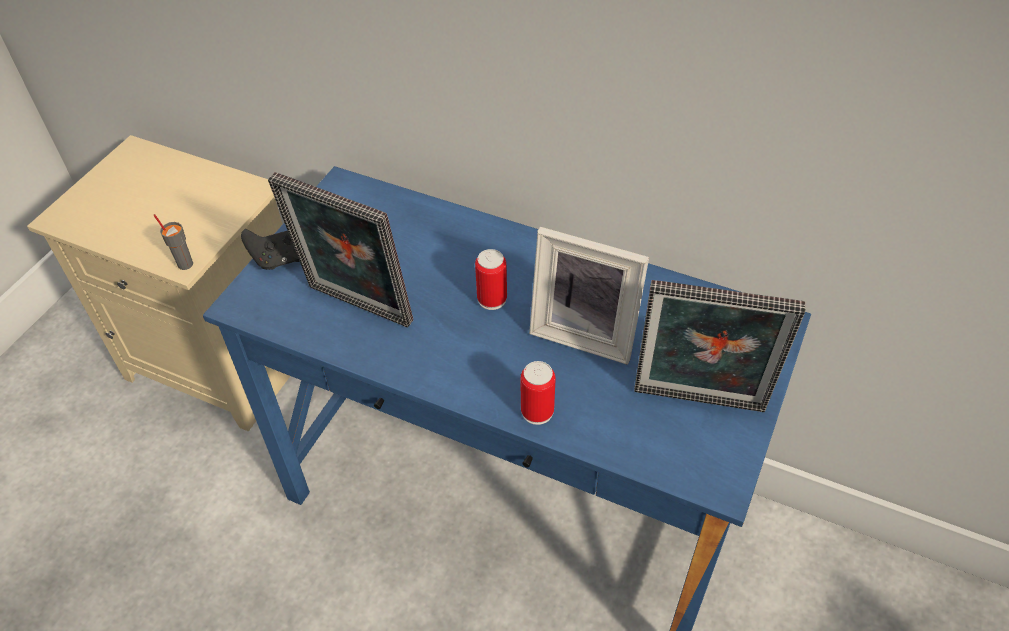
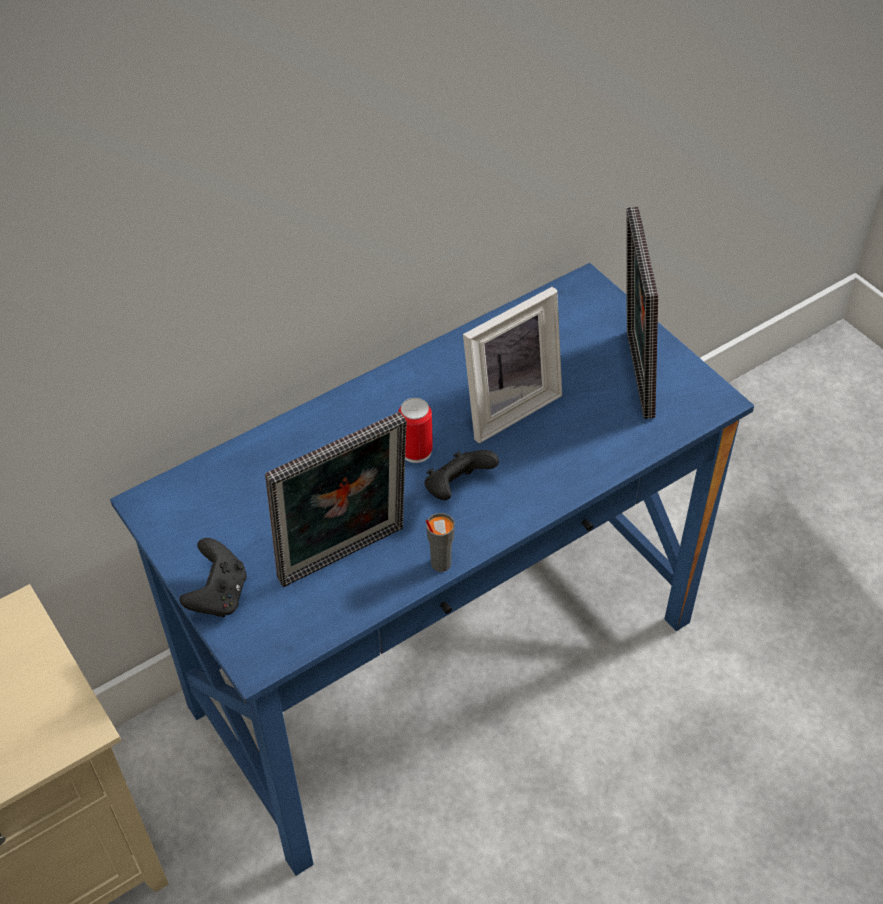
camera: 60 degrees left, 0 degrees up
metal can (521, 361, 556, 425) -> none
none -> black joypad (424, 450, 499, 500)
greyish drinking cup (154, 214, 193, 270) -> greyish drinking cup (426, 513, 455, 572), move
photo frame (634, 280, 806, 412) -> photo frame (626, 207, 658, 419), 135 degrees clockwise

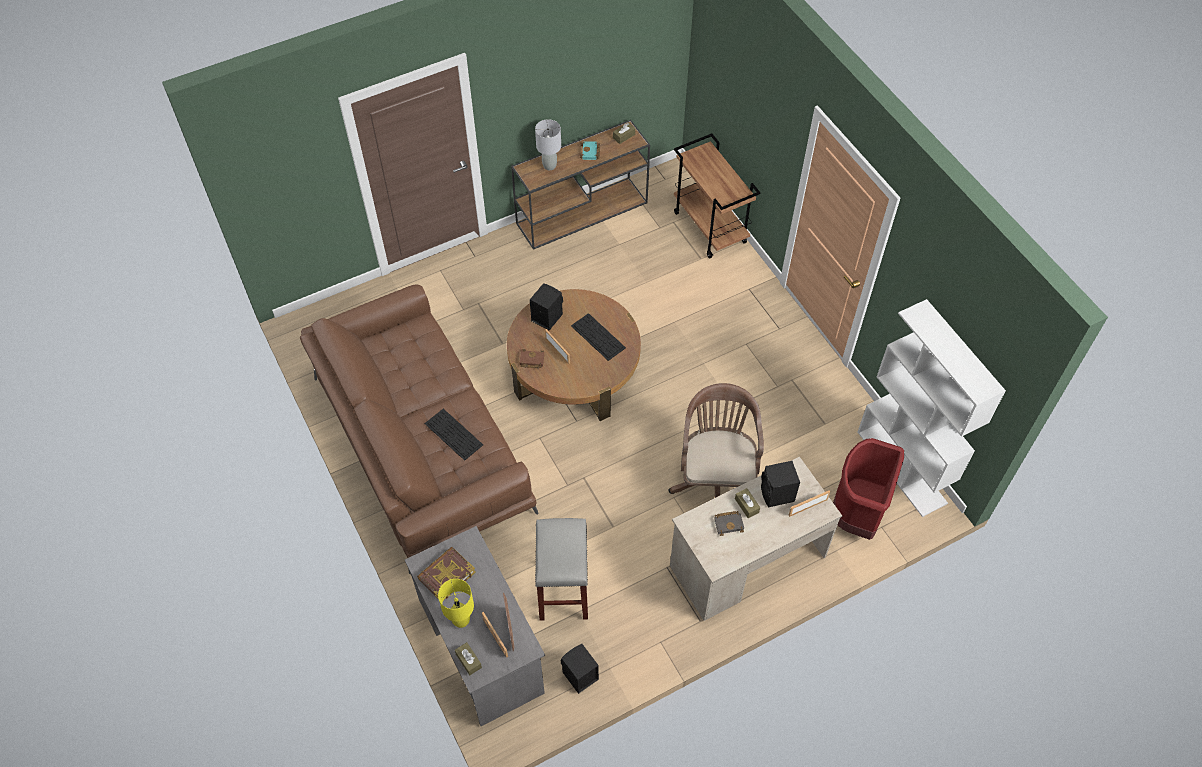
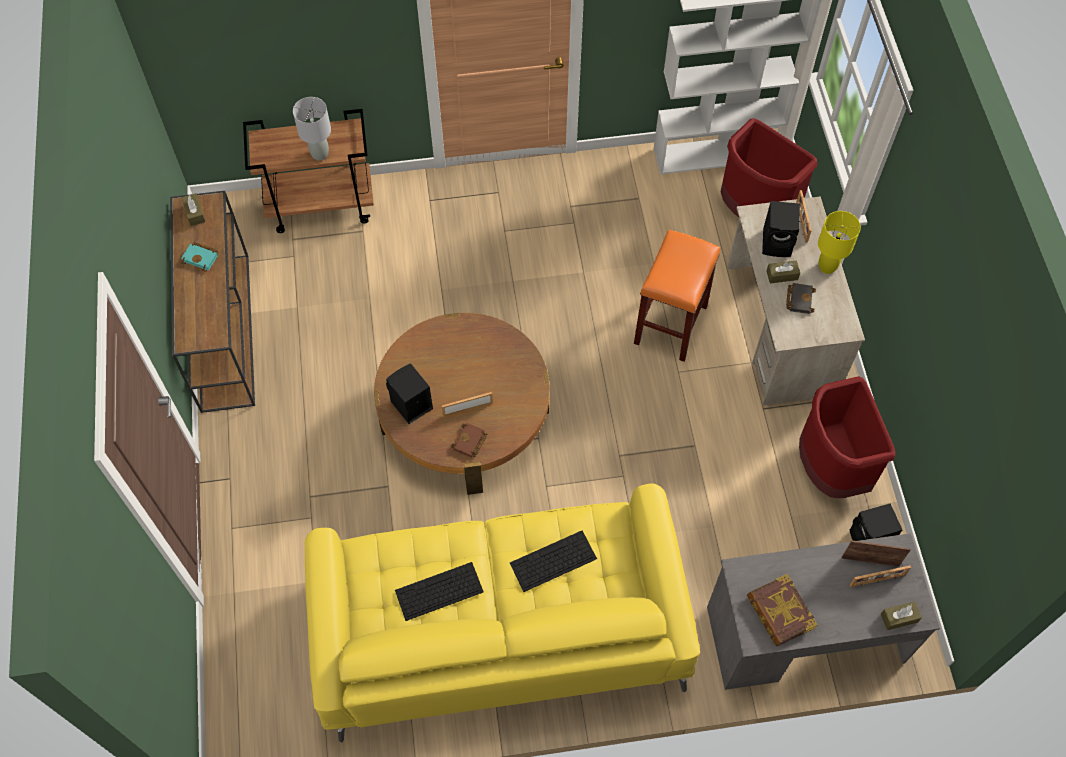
camera: 70 degrees left, 5 degrees up
greyish stool (535, 518, 588, 621) -> none
none -> reddish waste bin (799, 376, 896, 498)
yellowish lamp for a table (438, 579, 474, 628) -> yellowish lamp for a table (818, 211, 861, 274), move
greyish lamp for a table (535, 119, 561, 170) -> greyish lamp for a table (293, 97, 331, 161), move
keyboard (571, 313, 626, 361) -> keyboard (395, 562, 484, 621), move
brown-coloured desk chair (669, 383, 764, 498) -> orange stool (634, 229, 720, 362)
brown-coloured settee (300, 285, 538, 574) -> yellowish settee (305, 483, 700, 742)

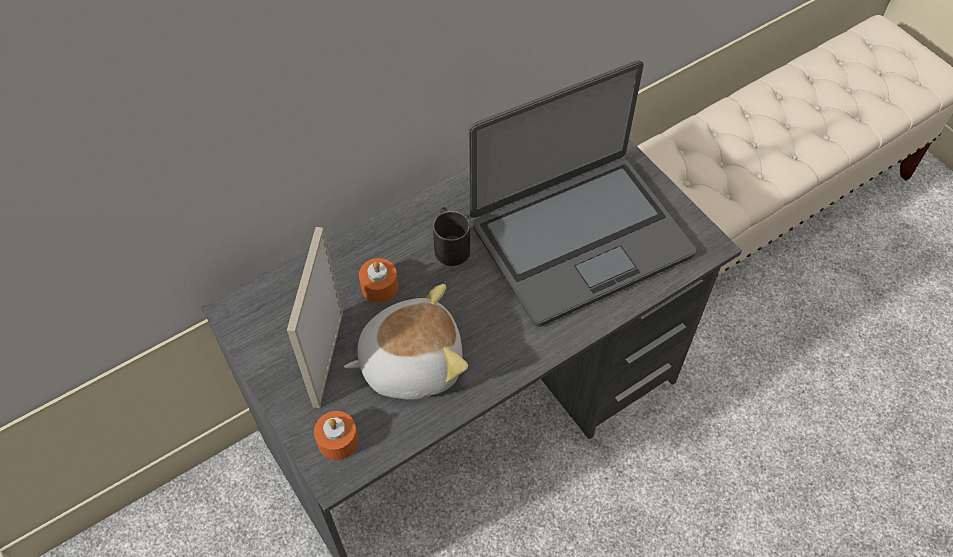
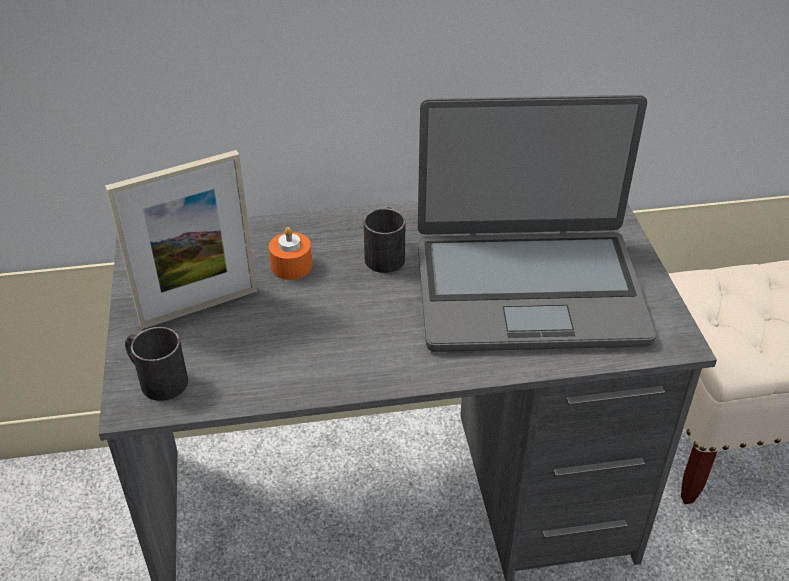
camera: 25 degrees right, 15 degrees down
soft toy (344, 284, 468, 400) -> none
orange wax candle (314, 411, 359, 460) -> black mug (125, 327, 188, 401)
photo frame (287, 227, 343, 408) -> photo frame (105, 150, 257, 329), 150 degrees counterclockwise

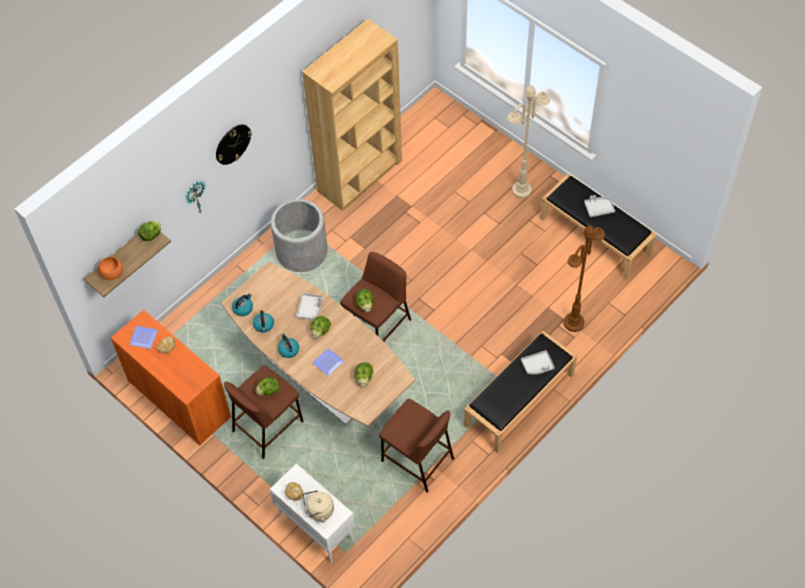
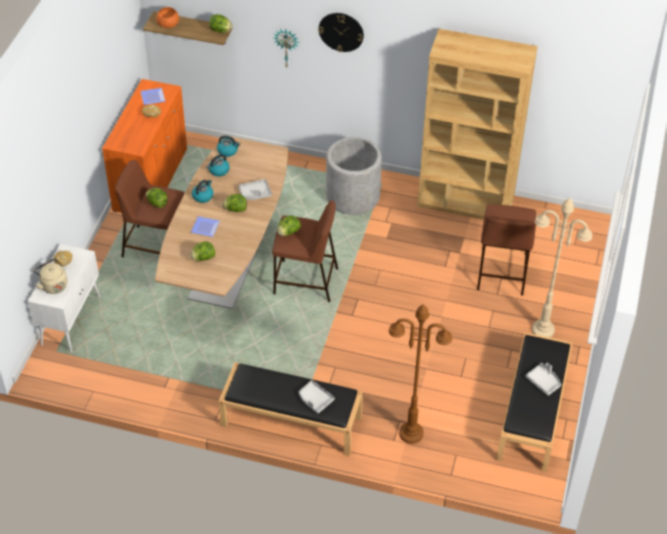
camera: 60 degrees right, 10 degrees down
brown-coloured stool (379, 399, 454, 493) -> brown-coloured stool (477, 204, 536, 296), move

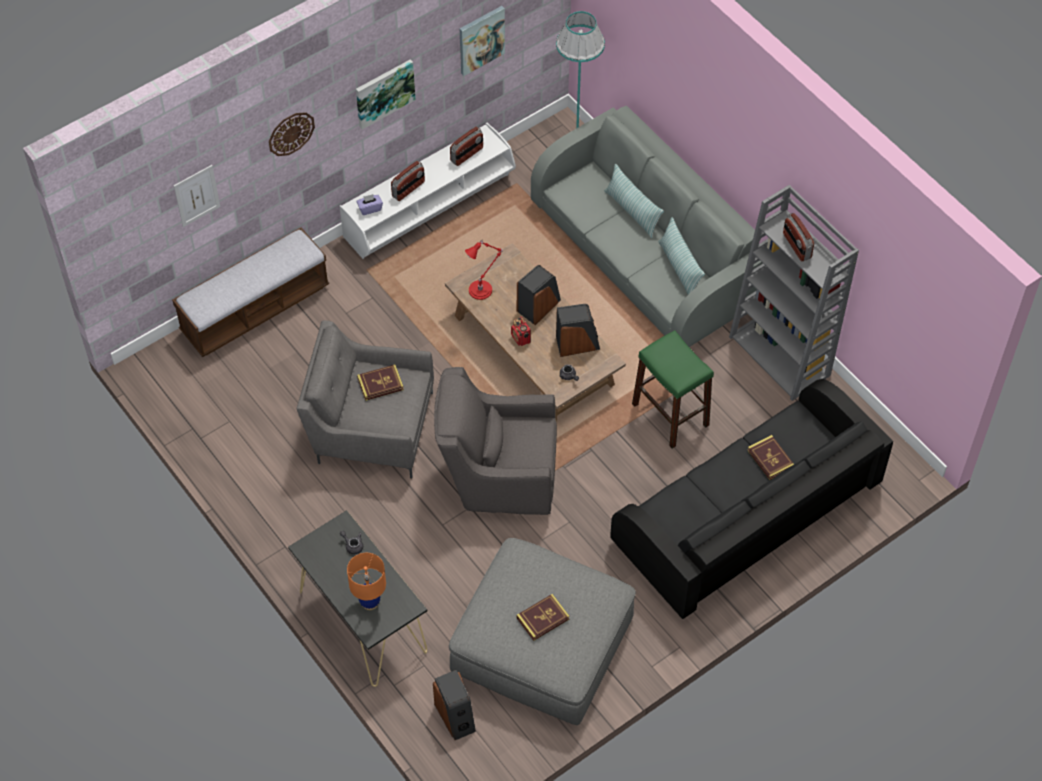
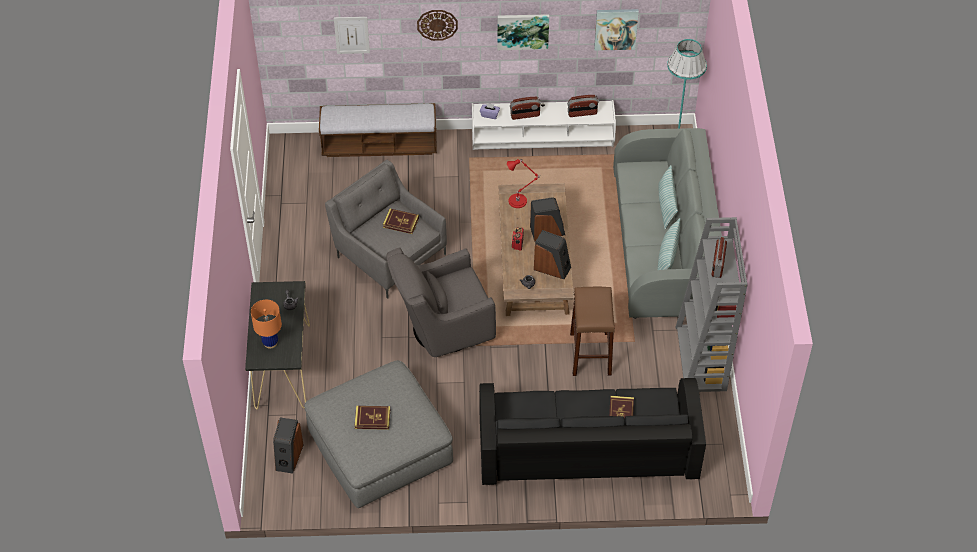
camera: 35 degrees right, 5 degrees down
green-coloured stool (632, 330, 714, 449) -> brown-coloured stool (570, 287, 615, 376)
greyish armchair (434, 367, 557, 515) -> greyish armchair (386, 247, 496, 357), 60 degrees counterclockwise

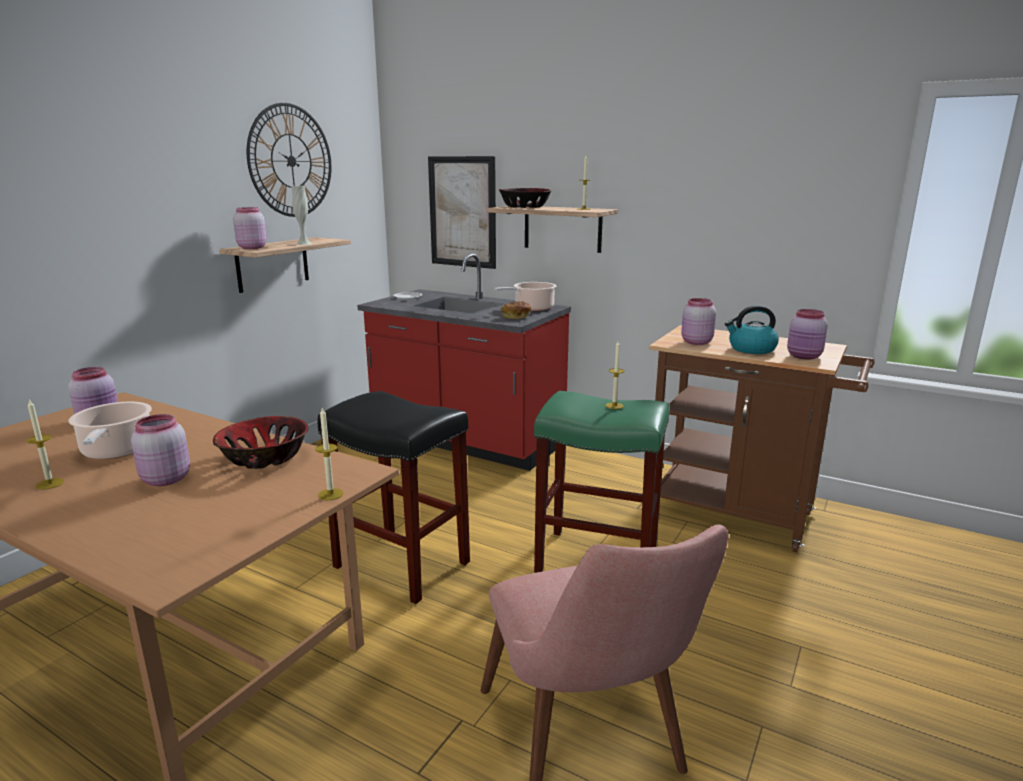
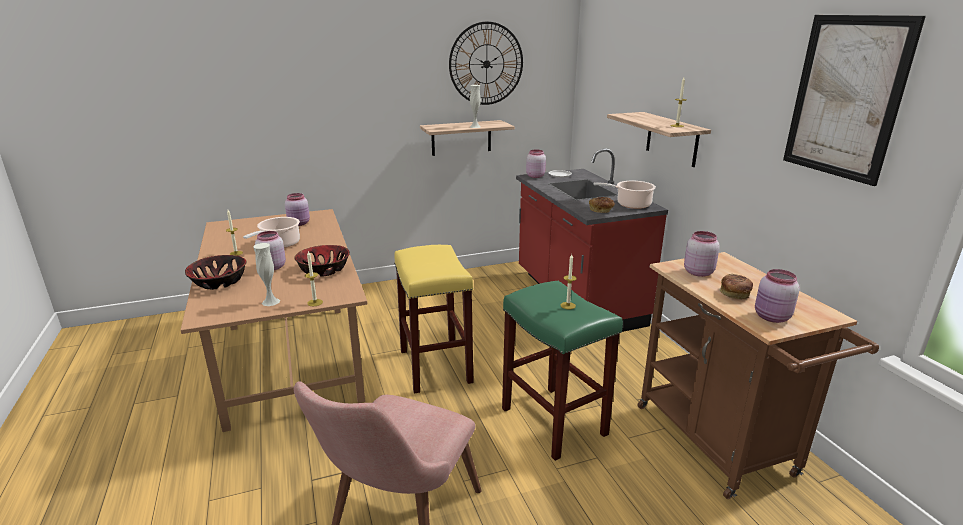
camera: 40 degrees right, 5 degrees up
none -> whitish decorative vase (253, 243, 280, 306)
pinkish jar (233, 207, 267, 249) -> pinkish jar (526, 150, 546, 178), move
wall art (428, 156, 496, 269) -> wall art (783, 15, 926, 186), move
serving bowl (499, 188, 552, 208) -> serving bowl (185, 255, 246, 290), move
tea kettle (725, 305, 779, 354) -> bakery bread (719, 274, 753, 299)
black stool (317, 391, 470, 604) -> yellowish stool (394, 245, 474, 394)

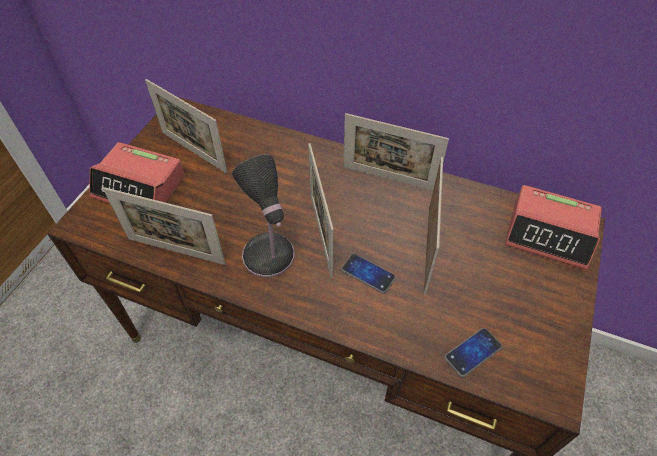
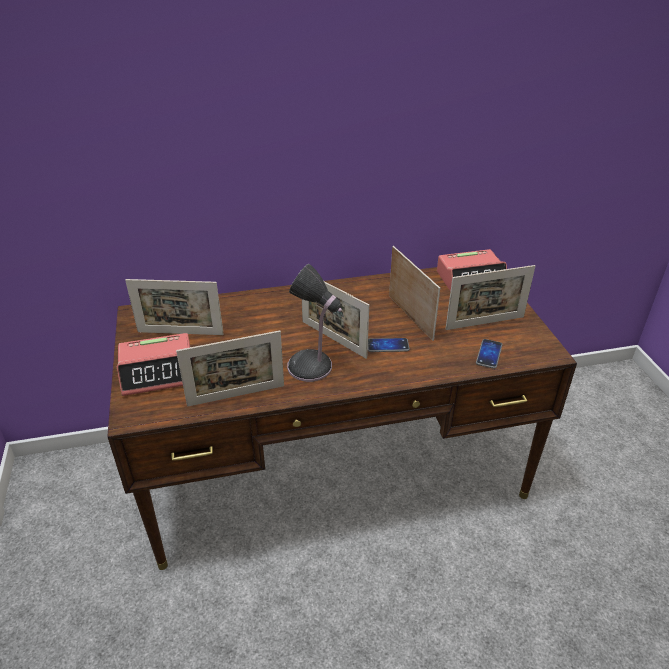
camera: 35 degrees left, 15 degrees down
photo frame (343, 113, 449, 191) -> photo frame (445, 265, 535, 330), move

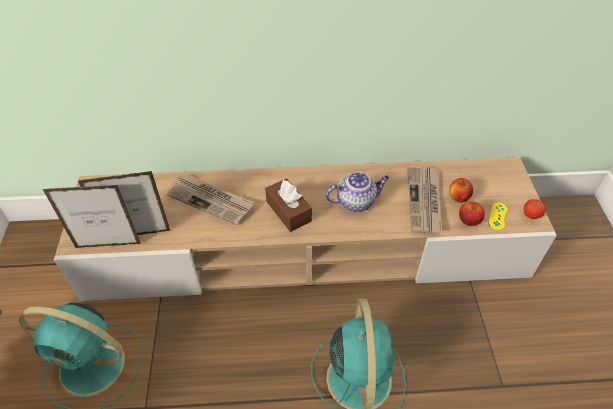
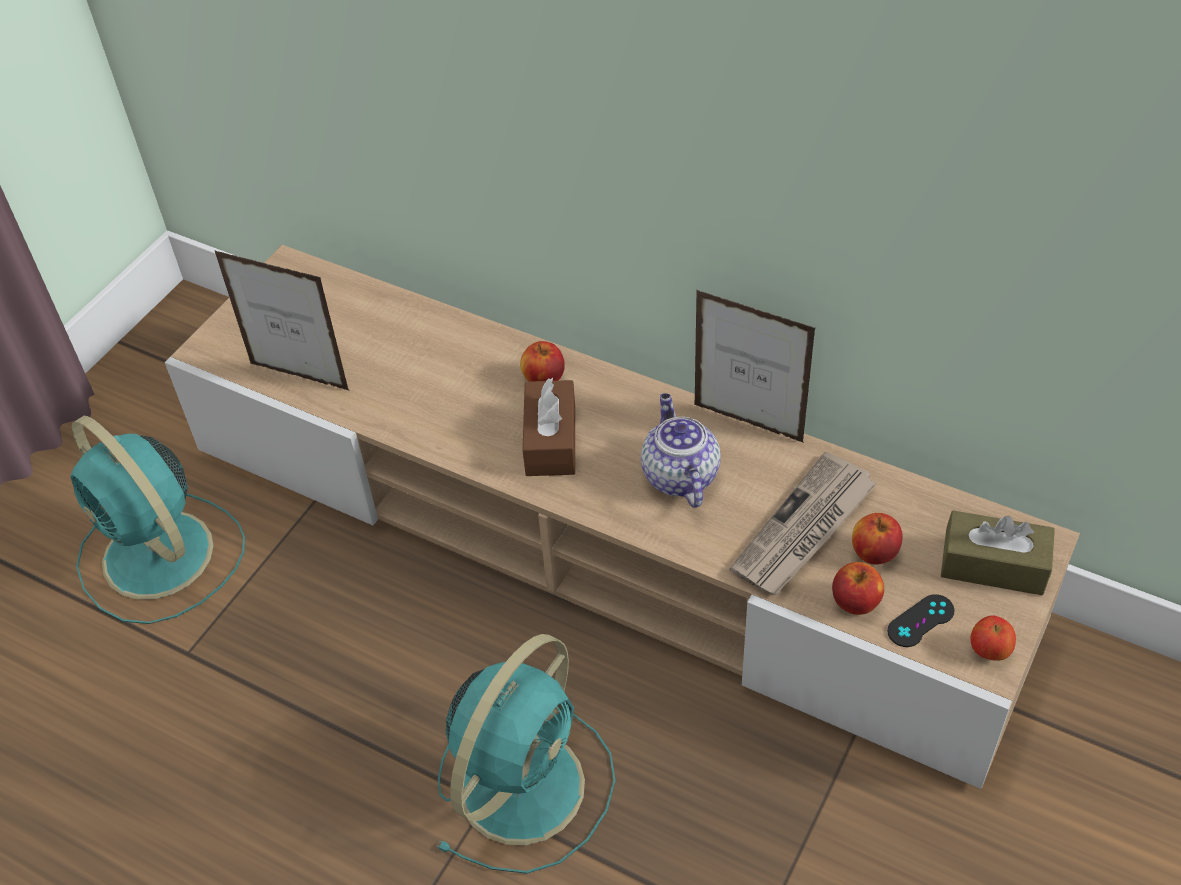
camera: 35 degrees right, 0 degrees up
printed paper (164, 174, 254, 225) -> none
none -> apple (520, 341, 565, 382)
none -> brown-coloured tissue box (941, 511, 1055, 595)
photo frame (43, 185, 141, 248) -> photo frame (695, 290, 816, 443), move
yellowish joypad (488, 203, 508, 230) -> black joypad (887, 594, 955, 647)
teapot (326, 172, 389, 212) -> teapot (641, 393, 721, 508), 120 degrees counterclockwise

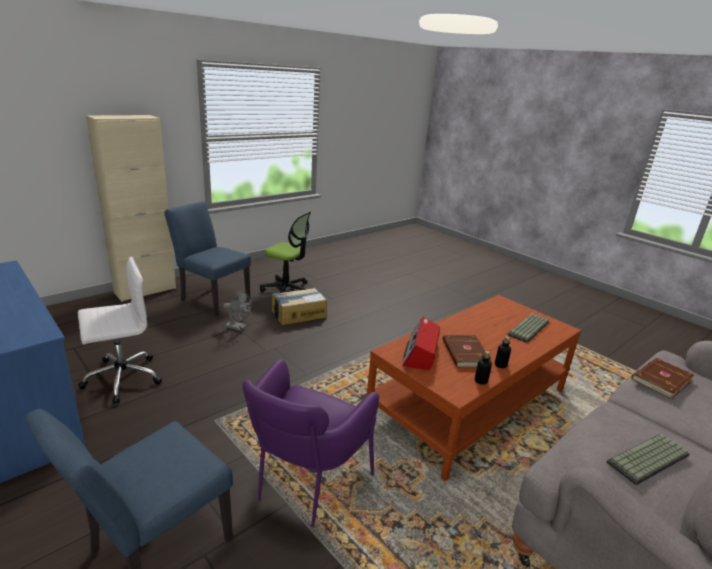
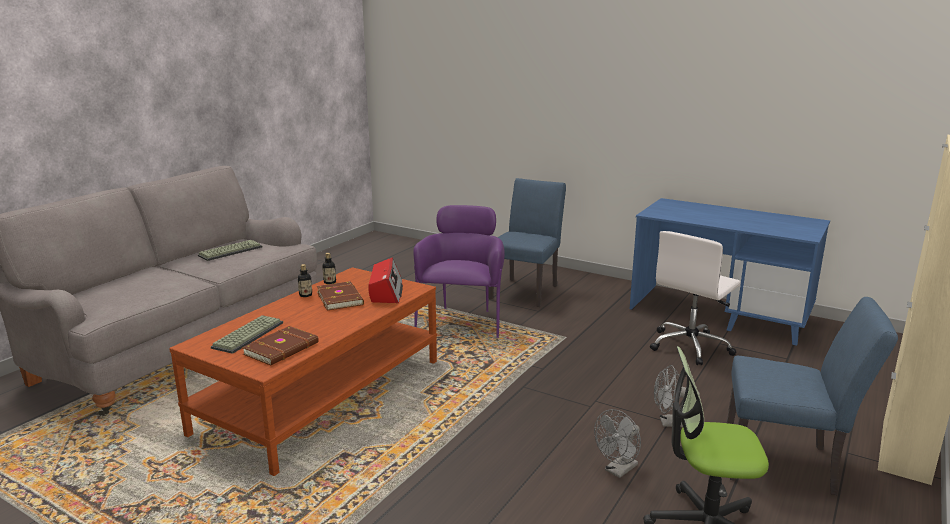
camera: 165 degrees right, 5 degrees down
brown-coloured volume (631, 358, 694, 399) -> brown-coloured volume (242, 326, 319, 365), move
cardboard box (272, 288, 327, 325) -> greyish electric fan (594, 409, 641, 478)

